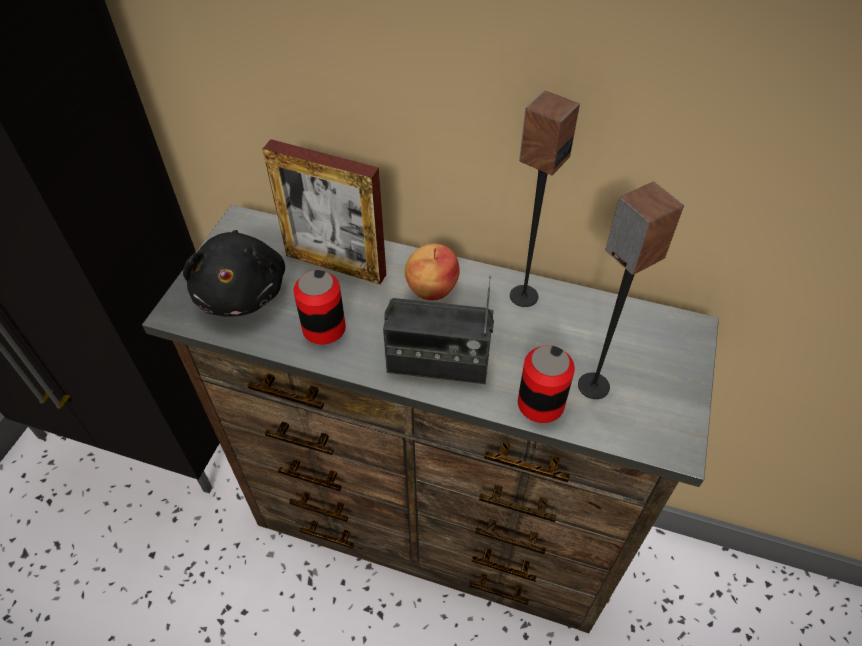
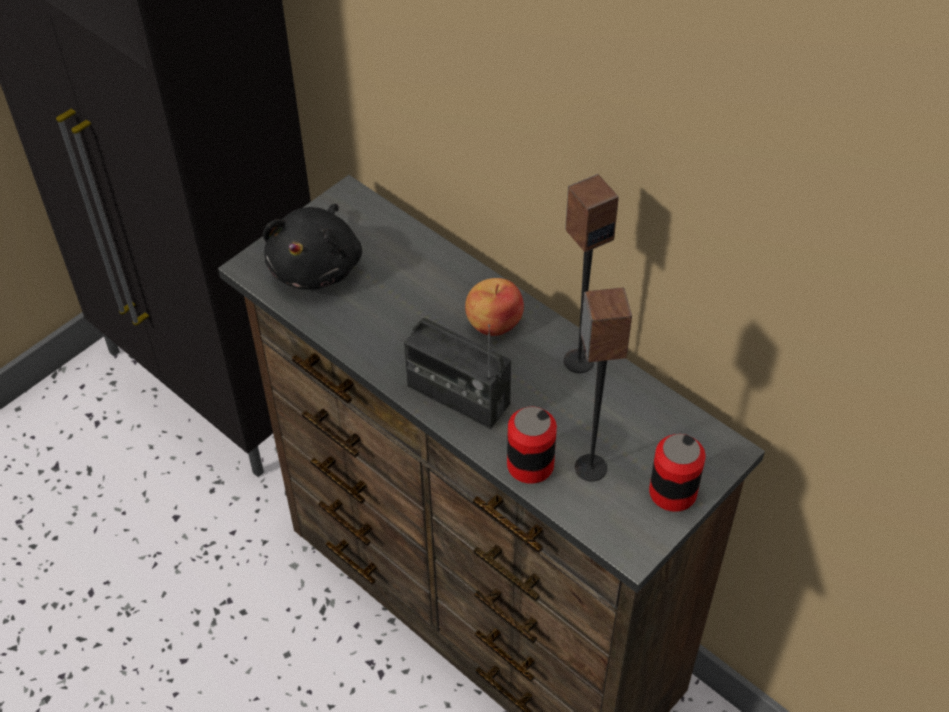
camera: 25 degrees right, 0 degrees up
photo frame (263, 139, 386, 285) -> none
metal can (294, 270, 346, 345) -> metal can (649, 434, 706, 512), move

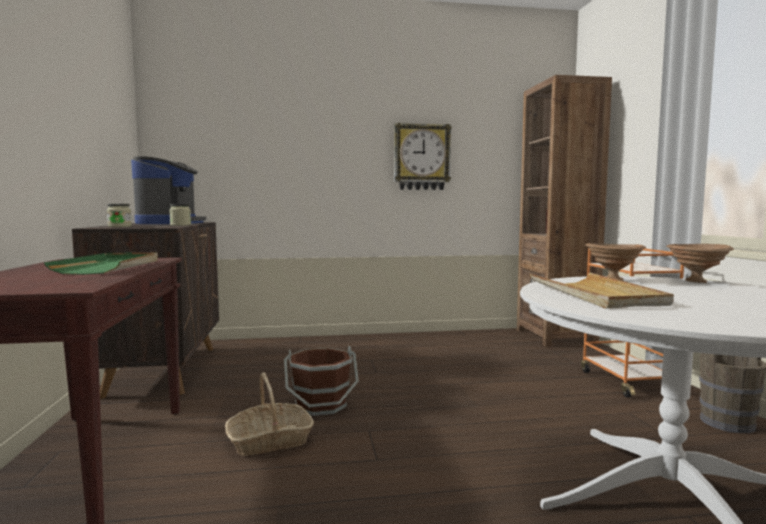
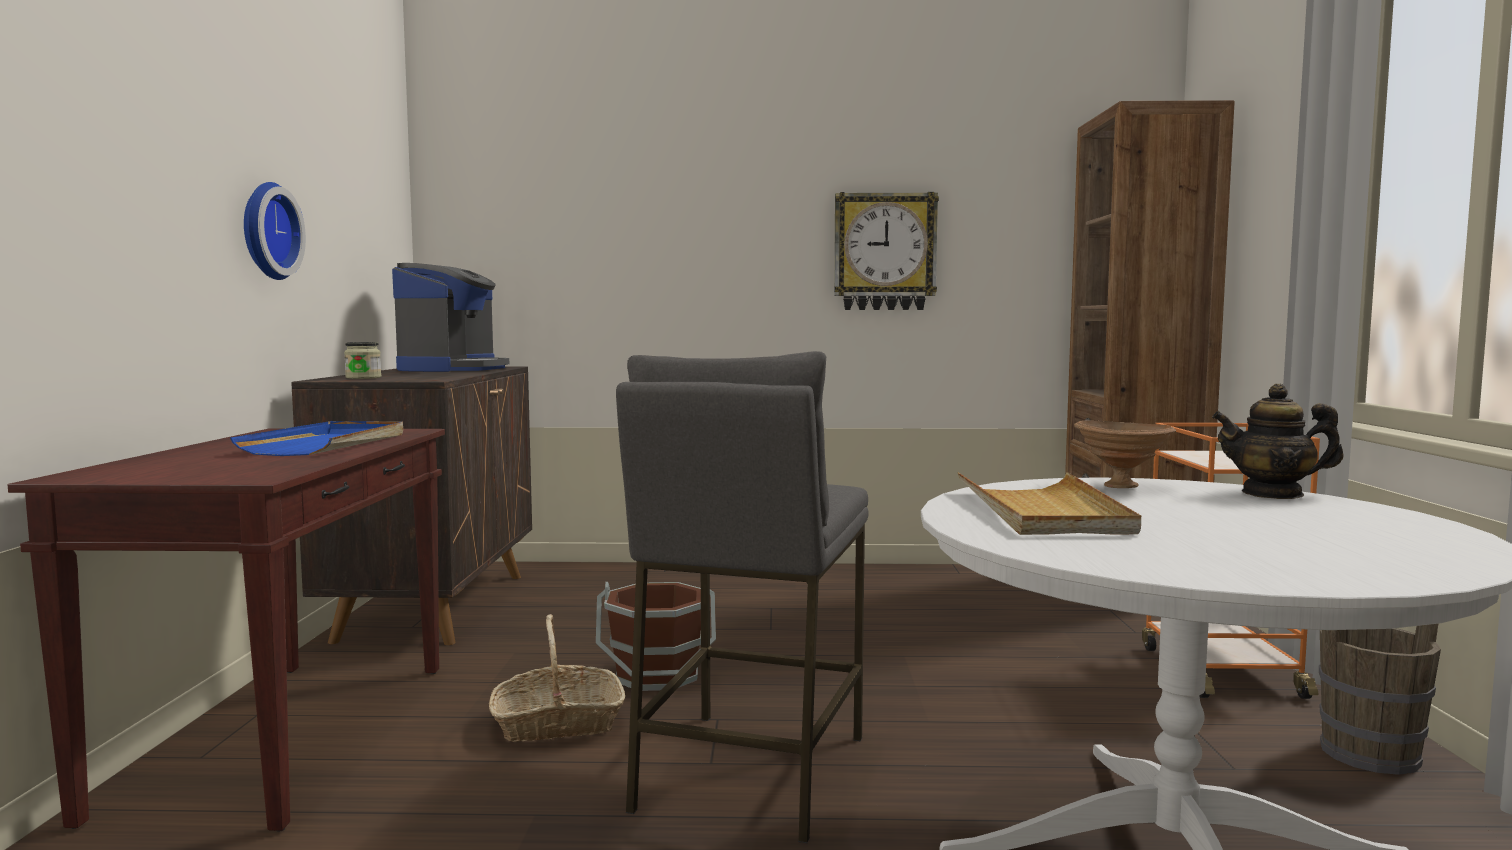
camera: 10 degrees right, 0 degrees up
jar (169, 204, 191, 226) -> none
none -> hanging clock (244, 182, 306, 280)
none -> greyish stool (616, 351, 868, 843)
brown-coloured serving bowl (666, 244, 734, 283) -> teapot (1212, 384, 1344, 499)
green-coloured serving tray (44, 252, 158, 275) -> blue-coloured serving tray (230, 421, 403, 456)

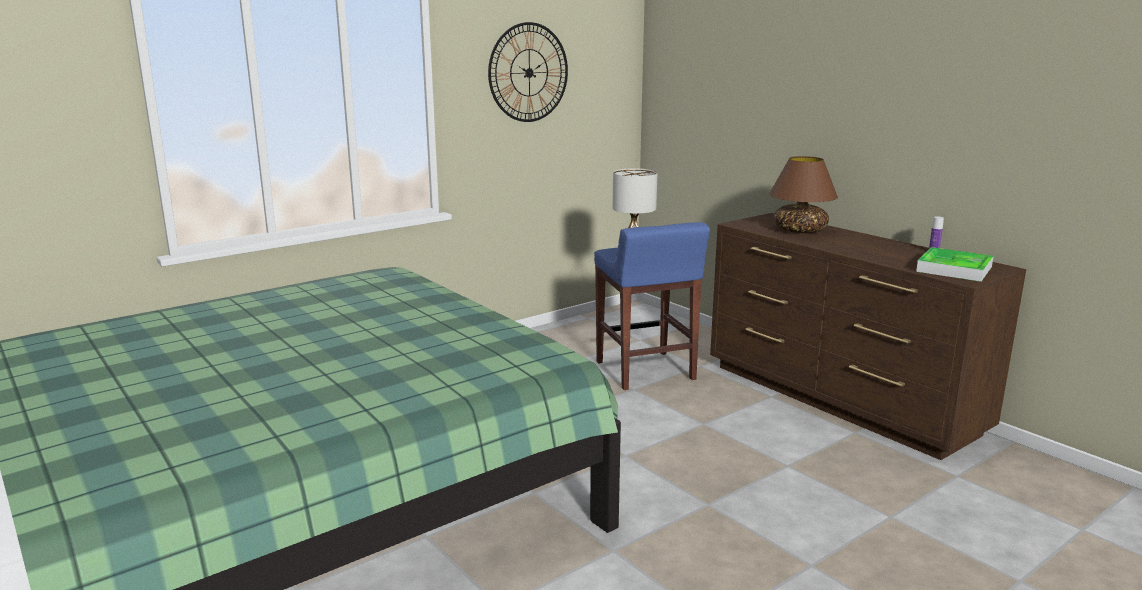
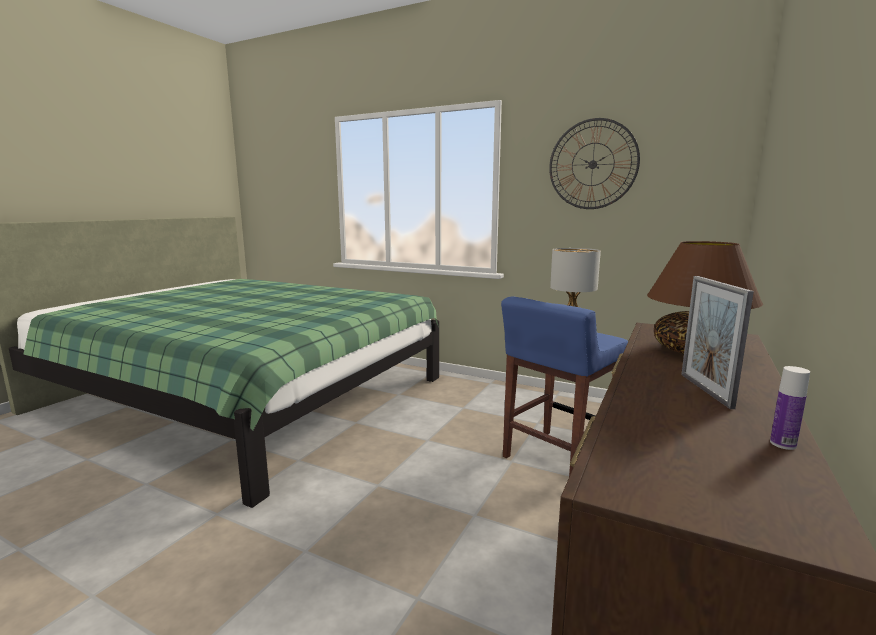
camera: 65 degrees right, 5 degrees down
serving tray (916, 247, 994, 282) -> none
none -> photo frame (681, 276, 754, 409)

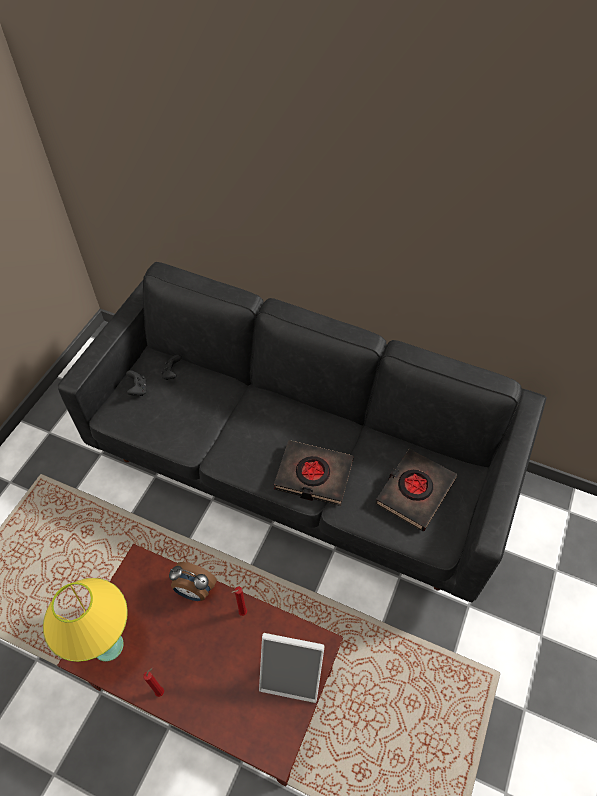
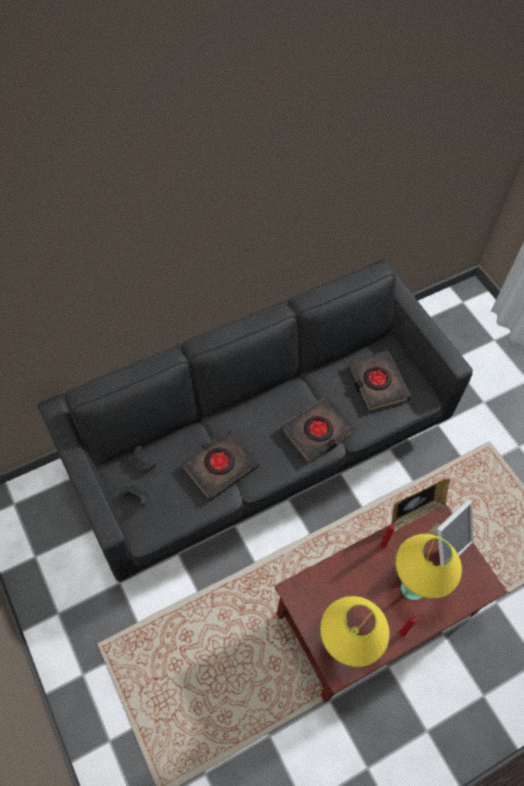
camera: 55 degrees left, 5 degrees up
bedside clock (169, 562, 217, 601) -> none
none -> black volume (182, 429, 259, 501)
none -> photo frame (391, 479, 450, 531)
none -> yellowish lamp for a table (395, 534, 462, 600)

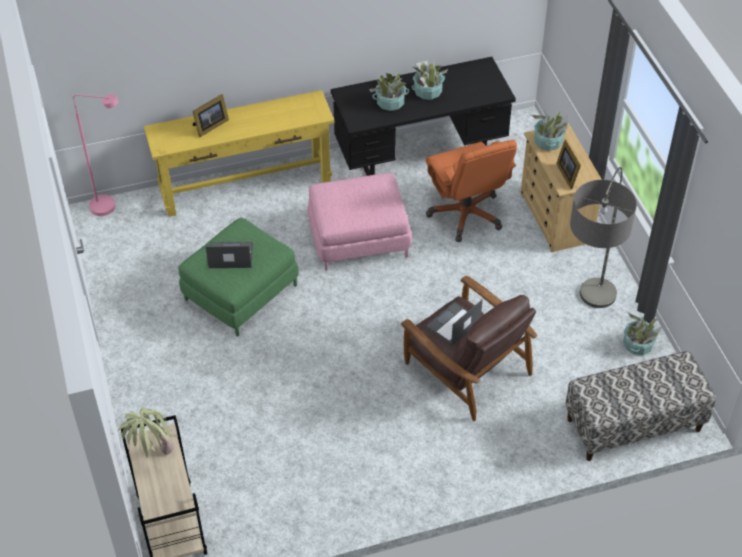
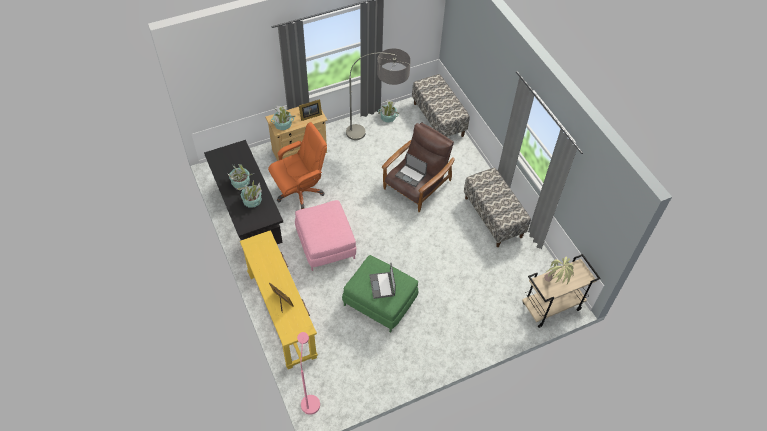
camera: 100 degrees left, 5 degrees up
none -> long seat (464, 168, 531, 247)

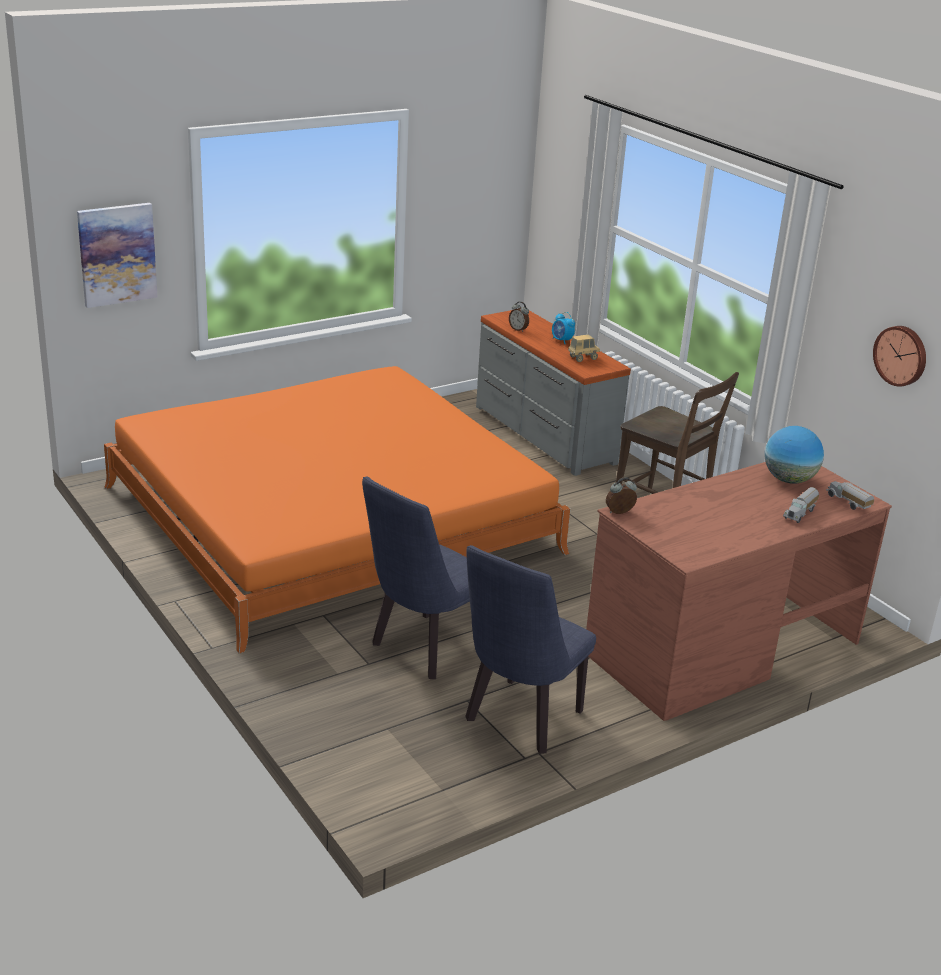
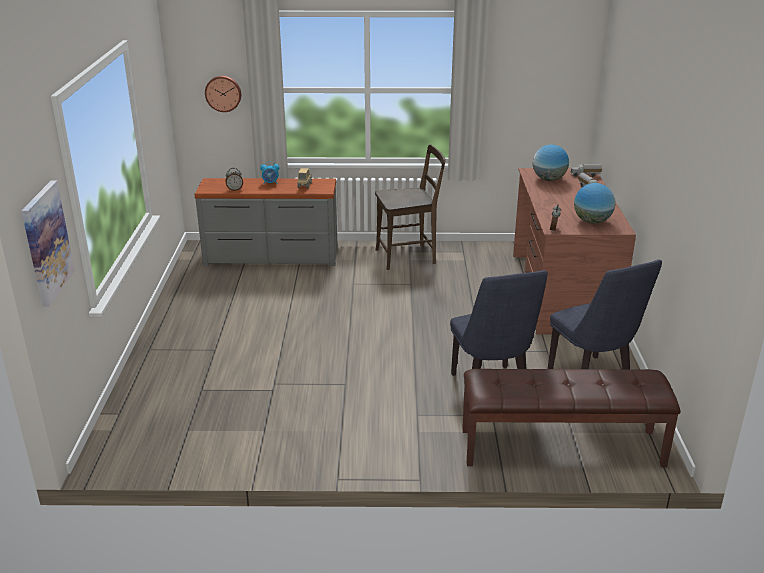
camera: 55 degrees left, 0 degrees up
orange bed (104, 366, 570, 654) -> none
none -> brown-coloured long seat (462, 369, 681, 467)
none -> globe (574, 183, 616, 224)
hanging clock (873, 326, 926, 387) -> hanging clock (205, 76, 241, 112), move

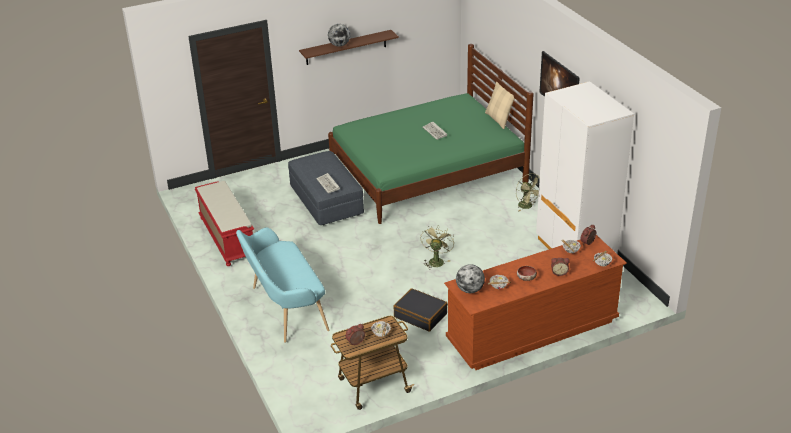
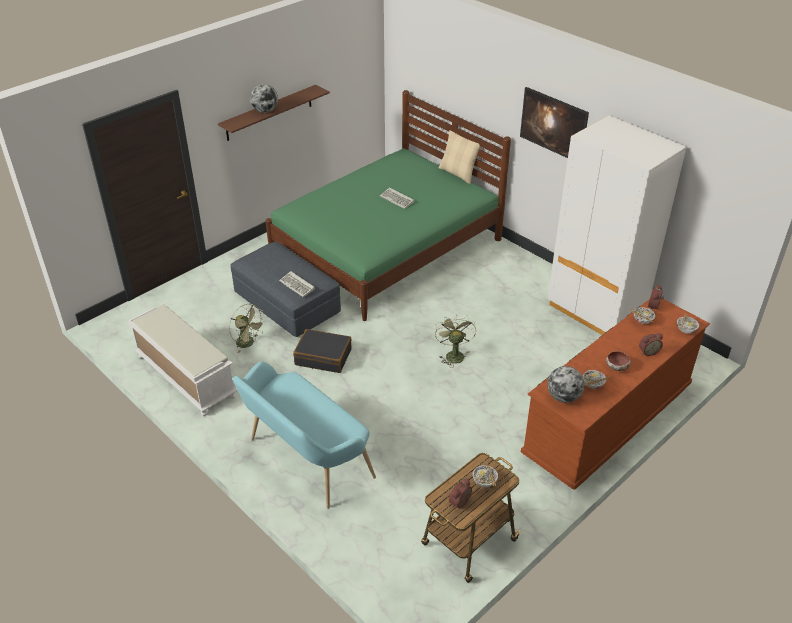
camera: 20 degrees left, 5 degrees up
black travel case (393, 288, 448, 331) -> black travel case (293, 329, 352, 373), move
green-coloured electric fan (516, 173, 540, 212) -> green-coloured electric fan (229, 304, 266, 353), move
reddish long seat (195, 181, 254, 266) -> whitish long seat (128, 304, 237, 416)

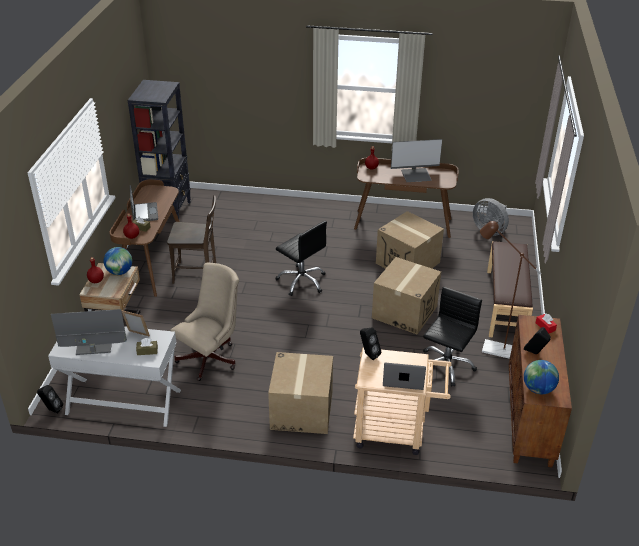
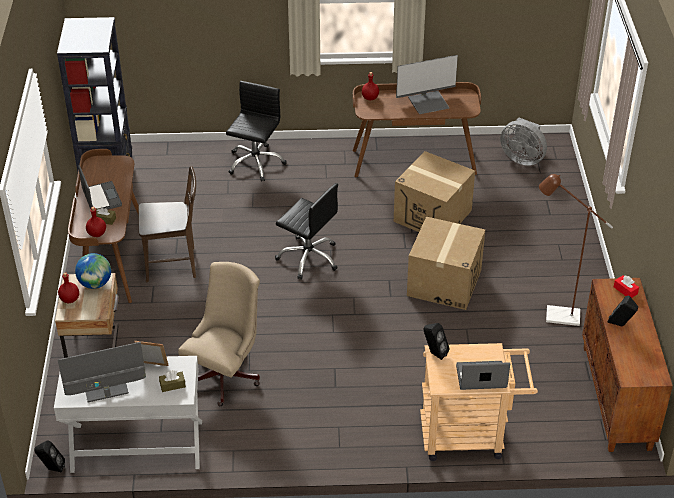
camera: 10 degrees left, 5 degrees up
cardboard box (268, 352, 333, 434) -> none
brown-coloured long seat (487, 241, 533, 337) -> none
globe (524, 360, 559, 394) -> none
black desk chair (423, 287, 482, 387) -> black desk chair (226, 81, 287, 182), move

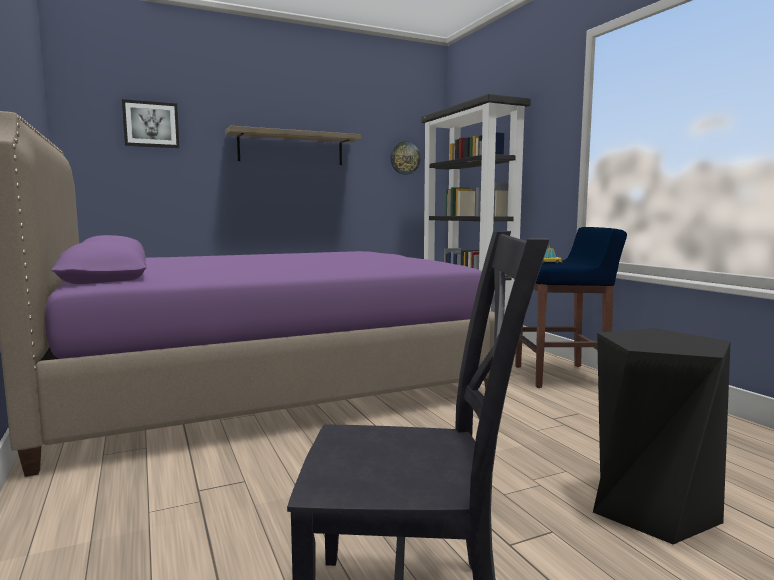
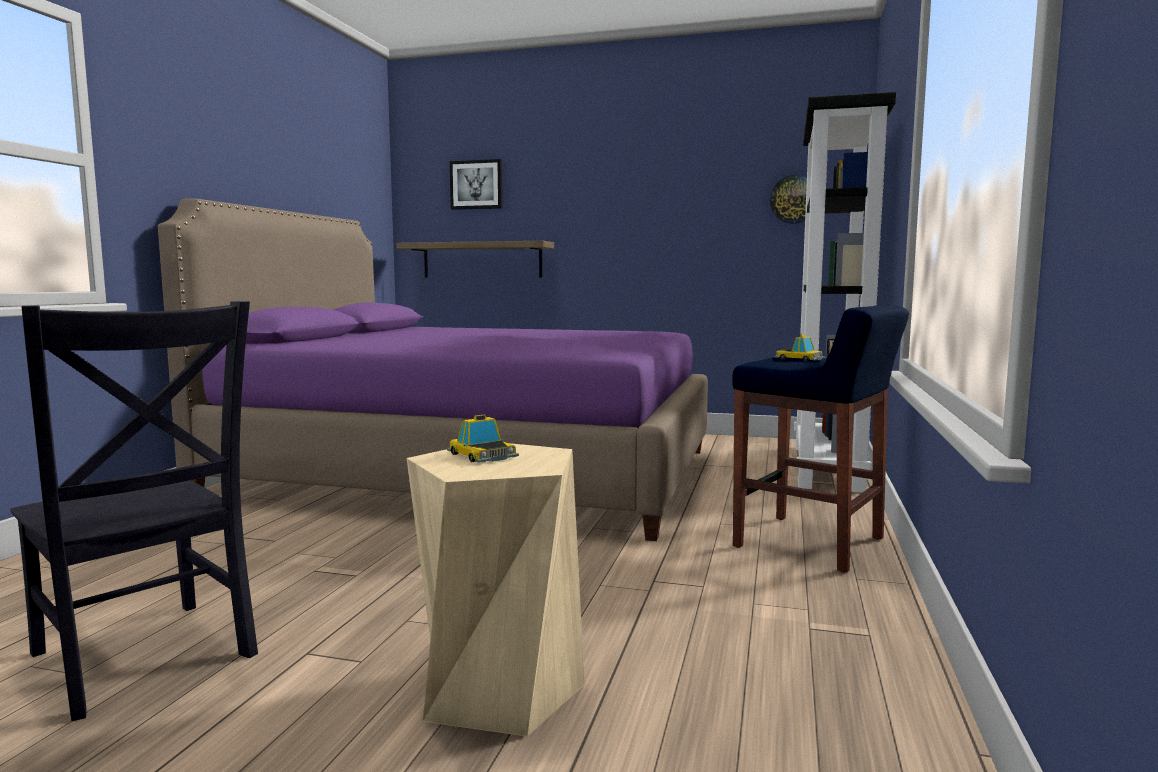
camera: 40 degrees right, 0 degrees up
none -> toy car (447, 415, 519, 463)
wall shelf (225, 126, 361, 165) -> wall shelf (396, 241, 554, 278), move
black stool (593, 328, 731, 544) -> beige stool (407, 443, 585, 736)

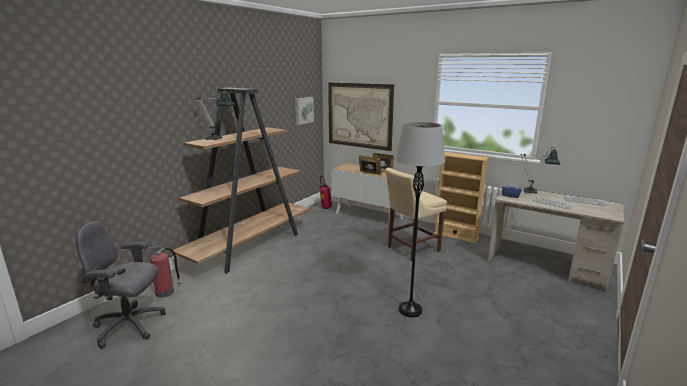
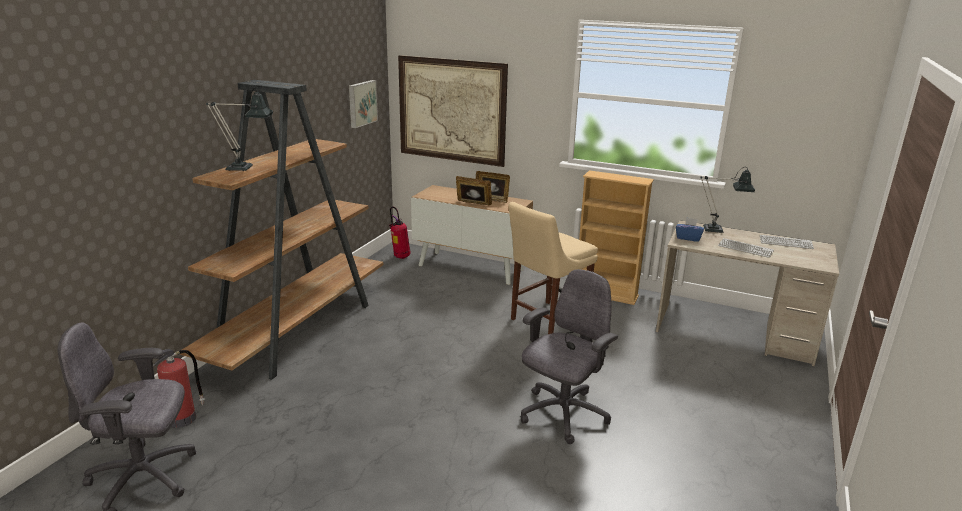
camera: 10 degrees left, 5 degrees up
greyish standing lamp (395, 122, 445, 317) -> greyish desk chair (521, 269, 618, 444)

